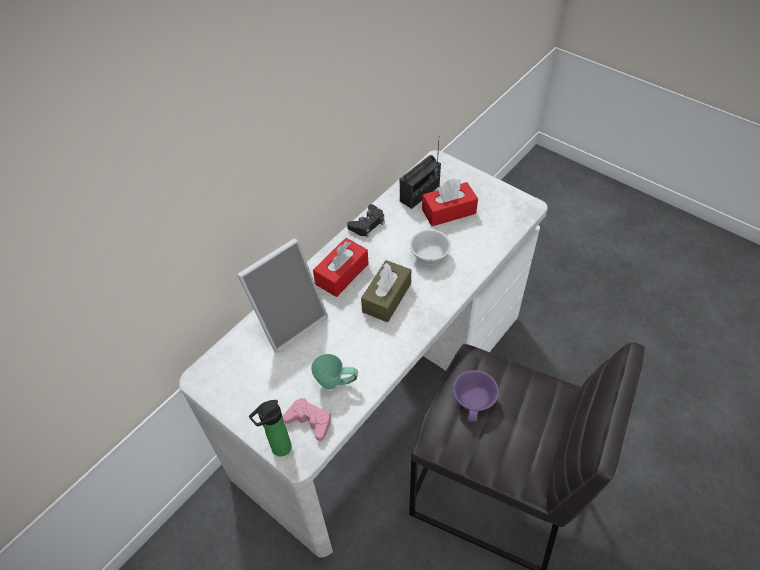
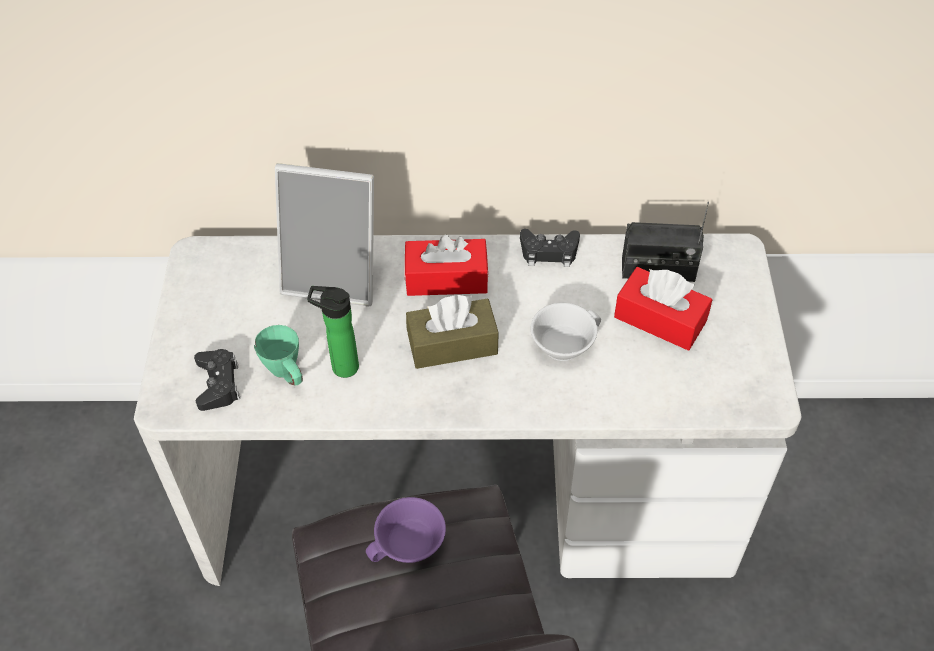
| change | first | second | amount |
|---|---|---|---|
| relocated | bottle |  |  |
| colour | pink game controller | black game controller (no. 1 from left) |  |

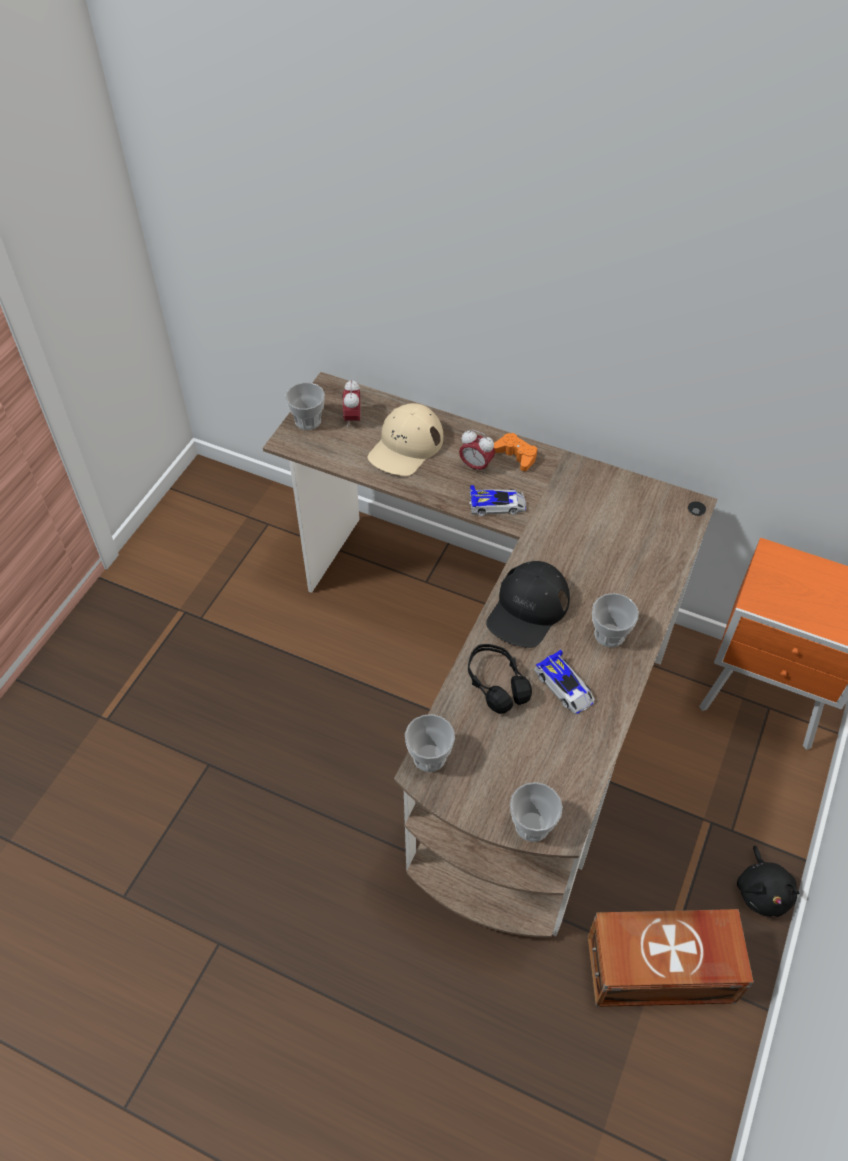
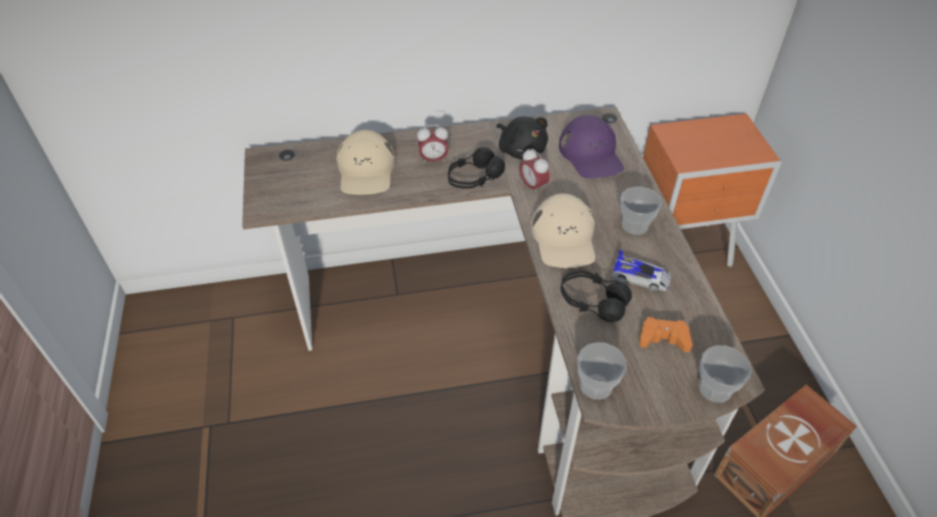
| change | first | second | amount |
|---|---|---|---|
| missing | cup (no. 1 from left) |  |  |
| appeared |  | purple cap |  |
| relocated | alarm clock (no. 1 from left in the first image) | alarm clock (no. 2 from left) |  |
| relocated | orange game controller |  |  |
| relocated | black plush toy |  |  |
| exchanged | toy car (no. 1 from left) | black headphones (no. 1 from left) |  |
| colour | black cap | beige cap (no. 2 from left) |  |

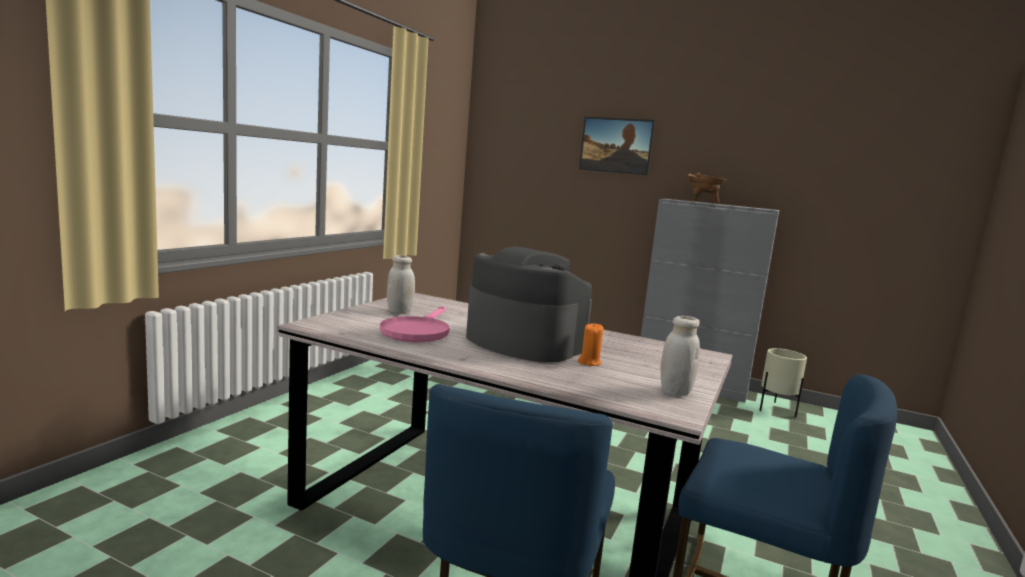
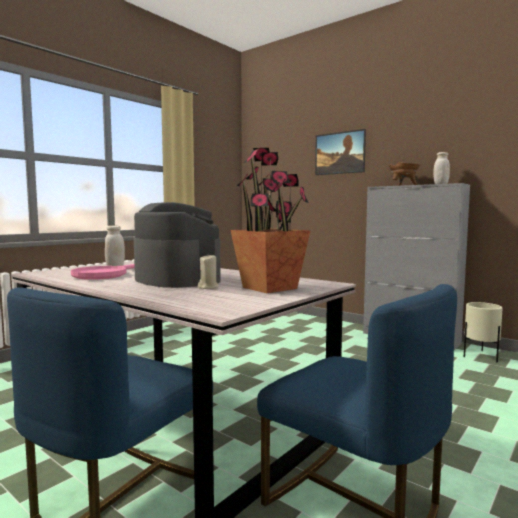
| change | first | second | amount |
|---|---|---|---|
| appeared |  | potted plant |  |
| relocated | white jar (no. 2 from left) |  |  |
| colour | orange candle | beige candle |  |

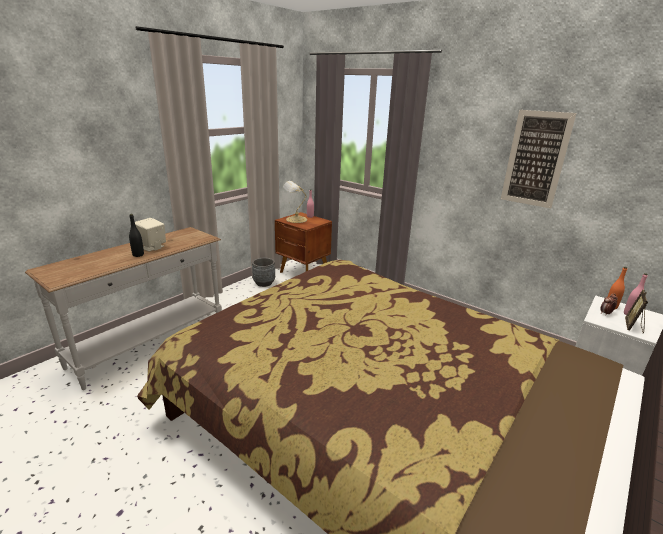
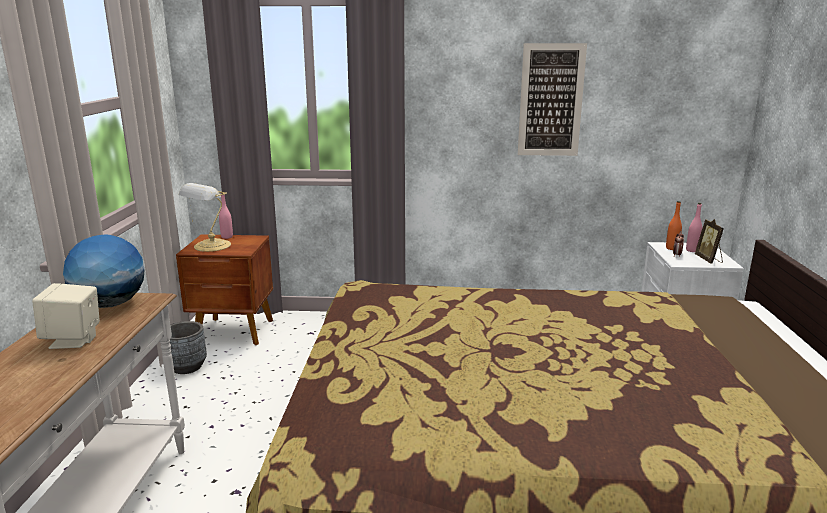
| change | first | second | amount |
|---|---|---|---|
| missing | black bottle |  |  |
| appeared |  | globe |  |

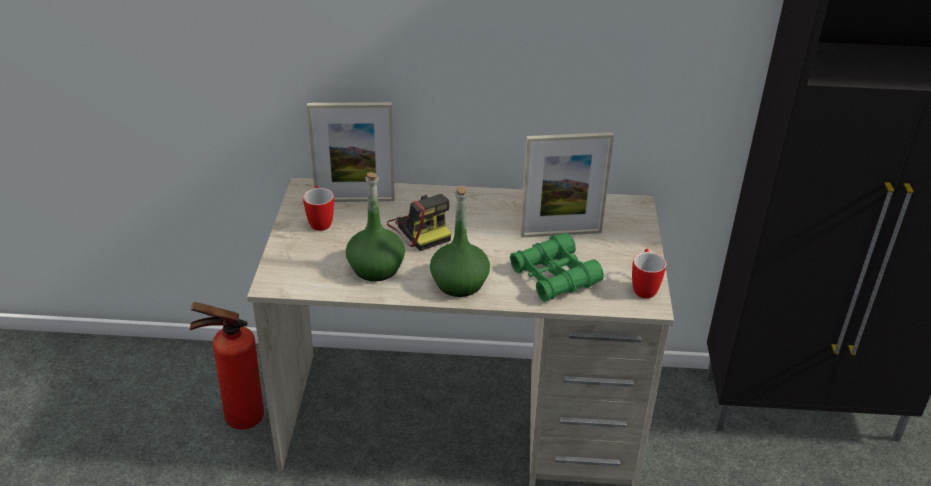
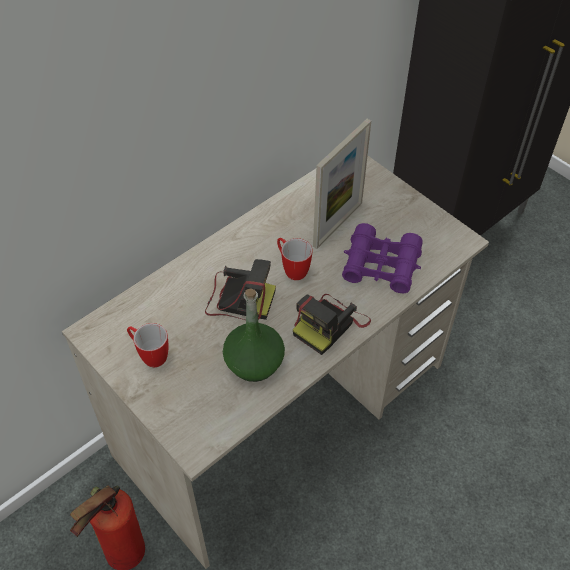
| change | first | second | amount |
|---|---|---|---|
| missing | picture frame (no. 1 from left) |  |  |
| relocated | mug (no. 2 from left) |  |  |
| exchanged | green bottle (no. 2 from left) | photo camera (no. 2 from left) |  |
| colour | green binoculars | purple binoculars |  |

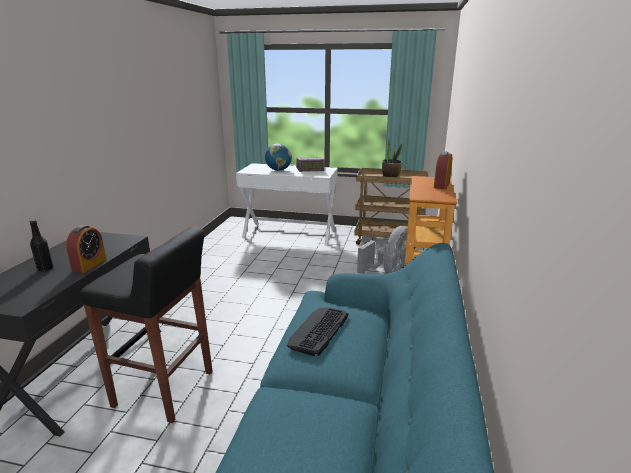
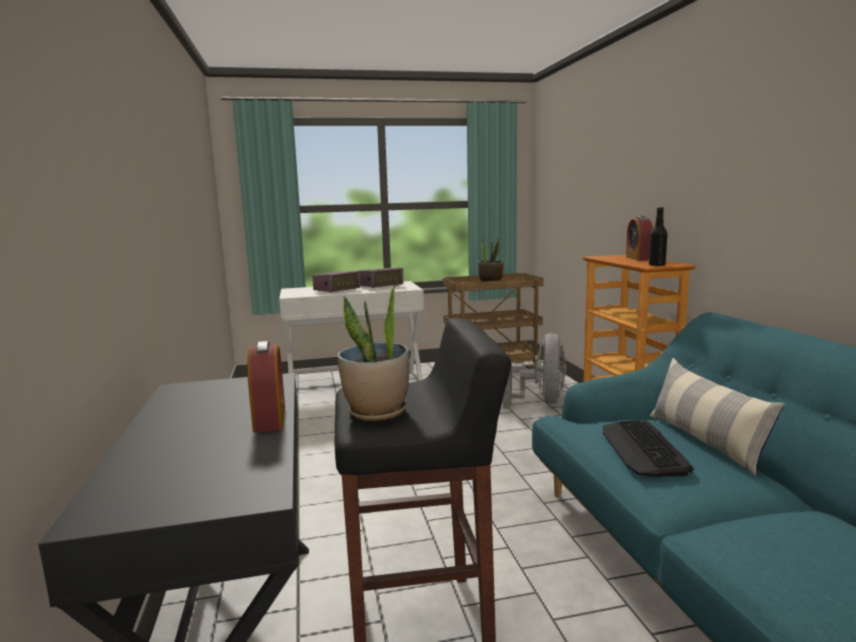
| change | first | second | amount |
|---|---|---|---|
| appeared |  | potted plant (no. 1 from left) |  |
| appeared |  | pillow |  |
| relocated | black bottle |  |  |
| exchanged | globe | radio (no. 1 from left) |  |

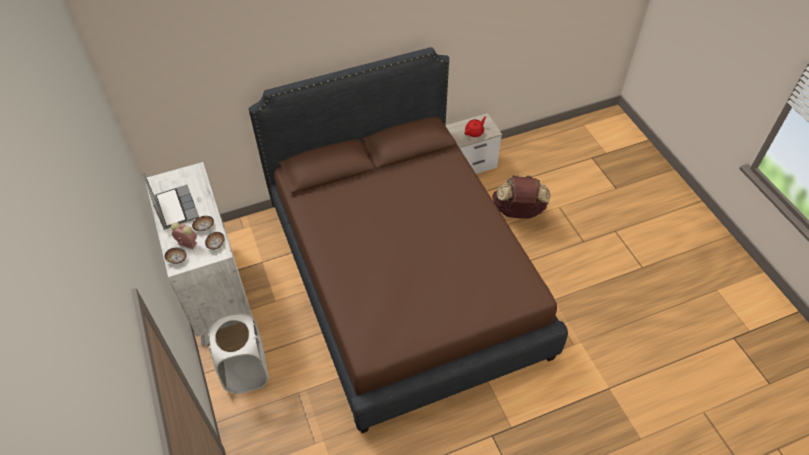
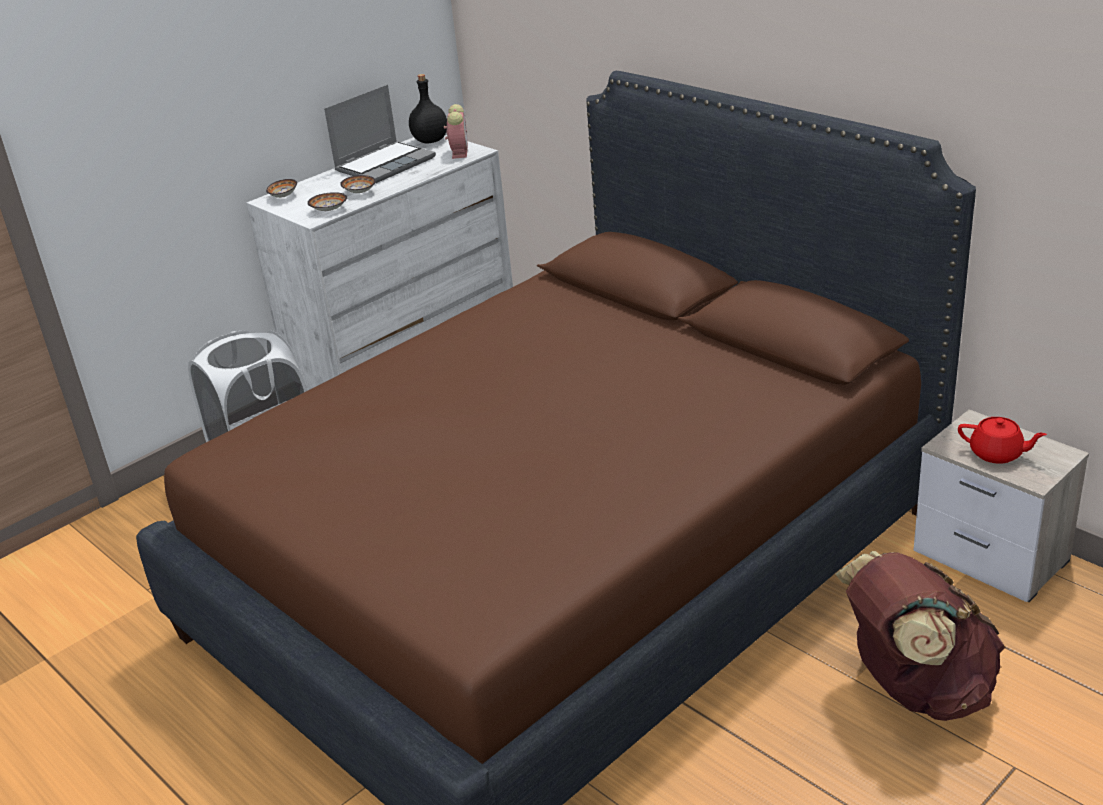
| change | first | second | amount |
|---|---|---|---|
| appeared |  | black bottle |  |
| relocated | alarm clock |  |  |

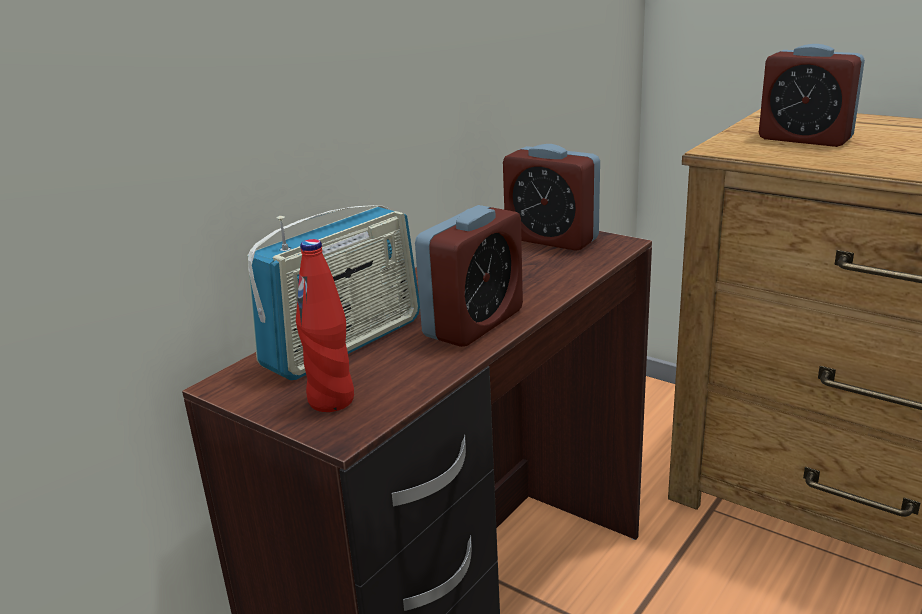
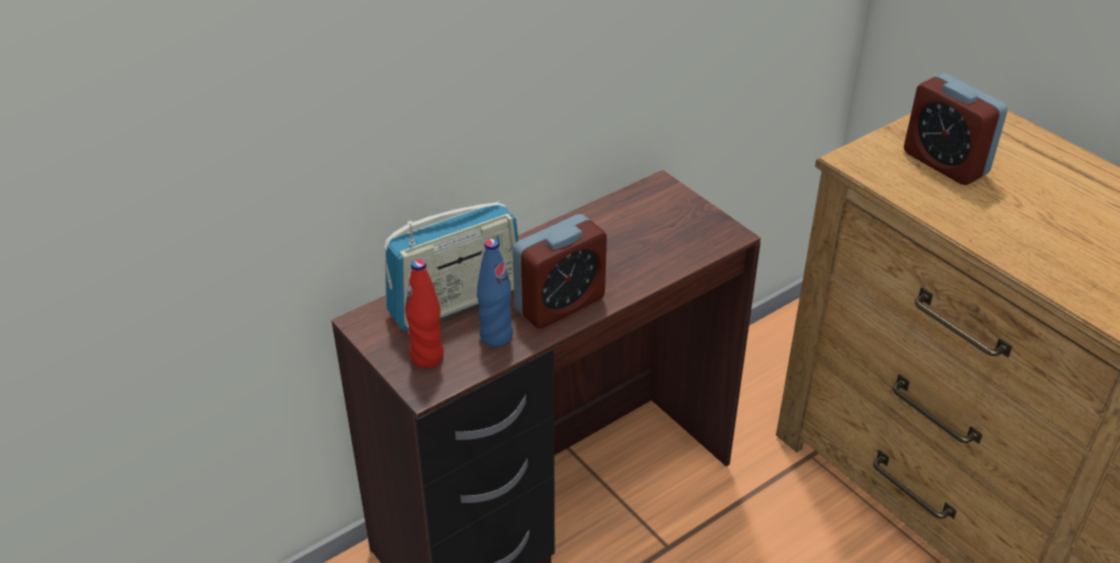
| change | first | second | amount |
|---|---|---|---|
| missing | alarm clock (no. 2 from left) |  |  |
| appeared |  | blue bottle |  |

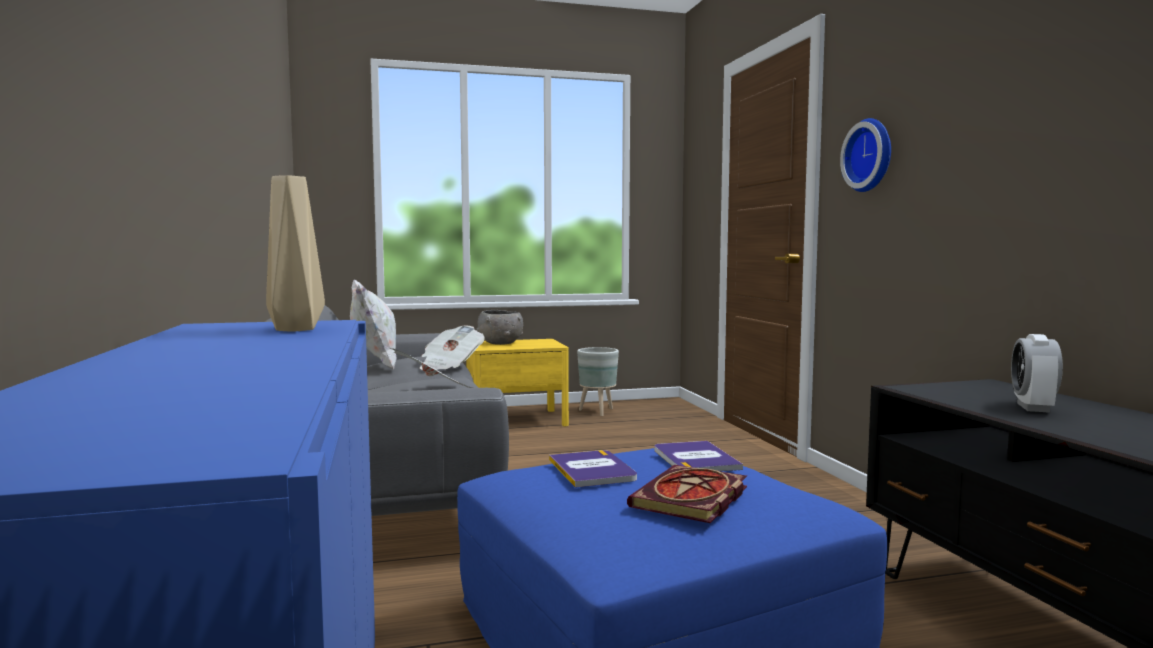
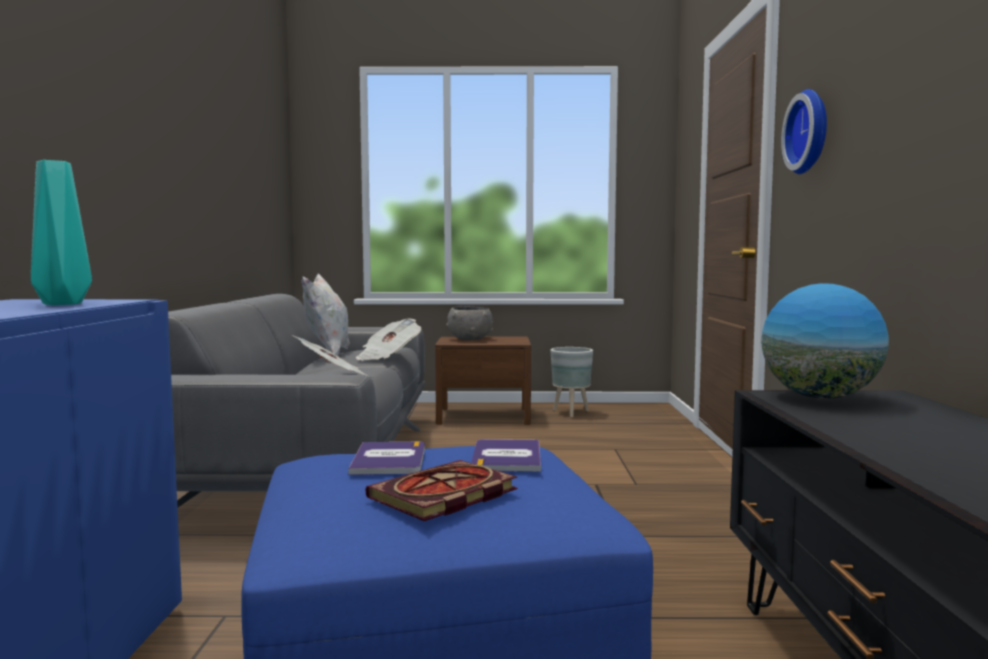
| change | first | second | amount |
|---|---|---|---|
| missing | alarm clock |  |  |
| appeared |  | globe |  |
| colour | beige vase | turquoise vase |  |
| colour | yellow nightstand | brown nightstand |  |

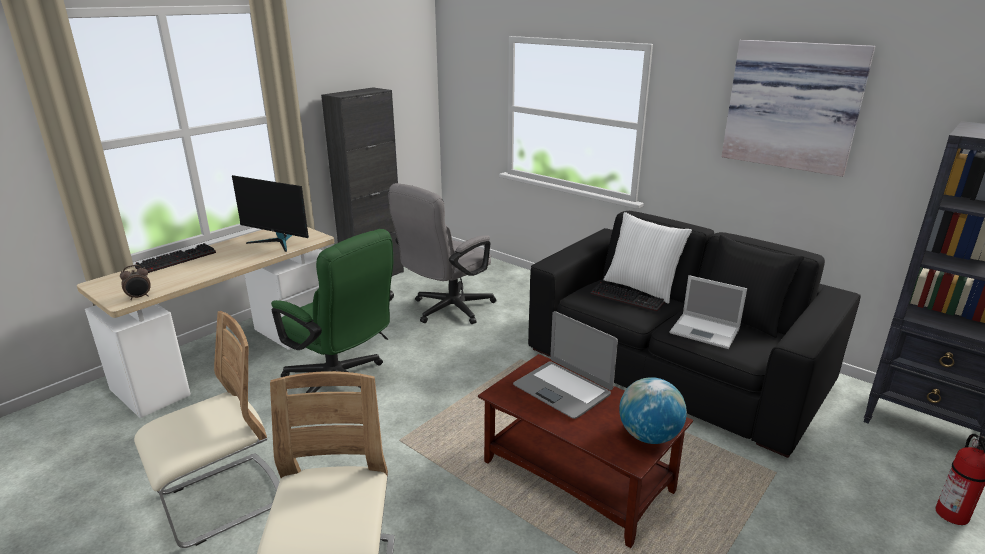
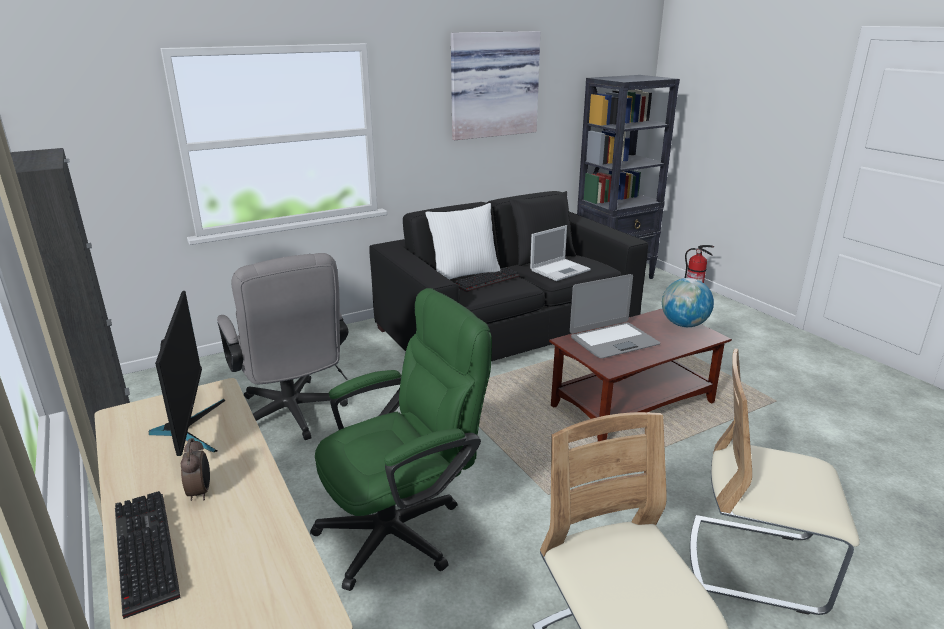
| change | first | second | amount |
|---|---|---|---|
| relocated | alarm clock |  |  |
| spun | monitor |  | 60 degrees counterclockwise |

